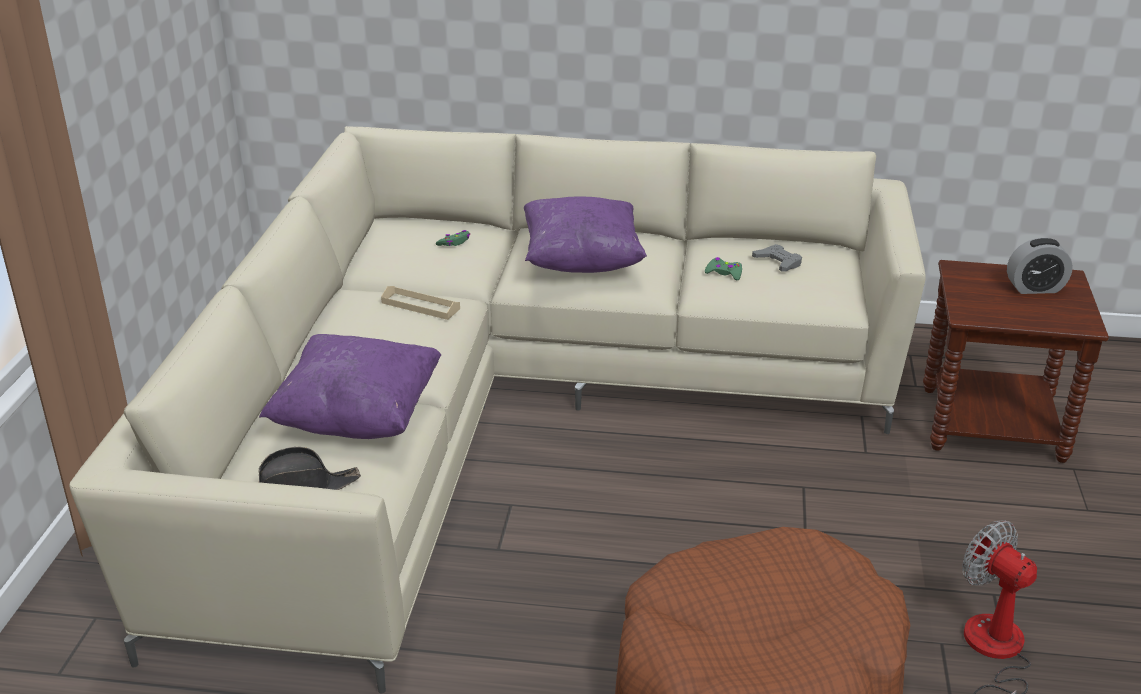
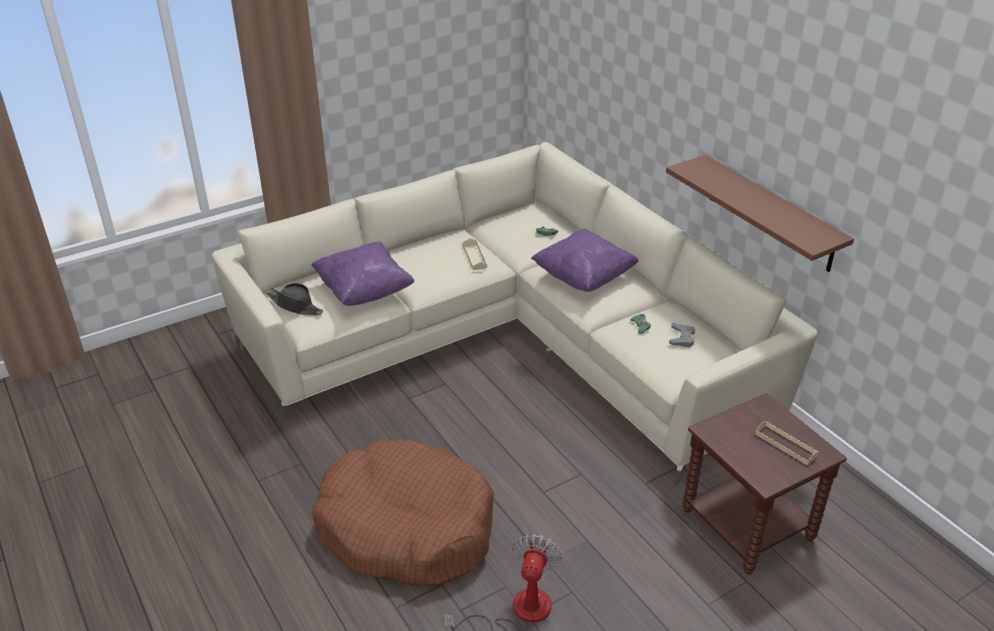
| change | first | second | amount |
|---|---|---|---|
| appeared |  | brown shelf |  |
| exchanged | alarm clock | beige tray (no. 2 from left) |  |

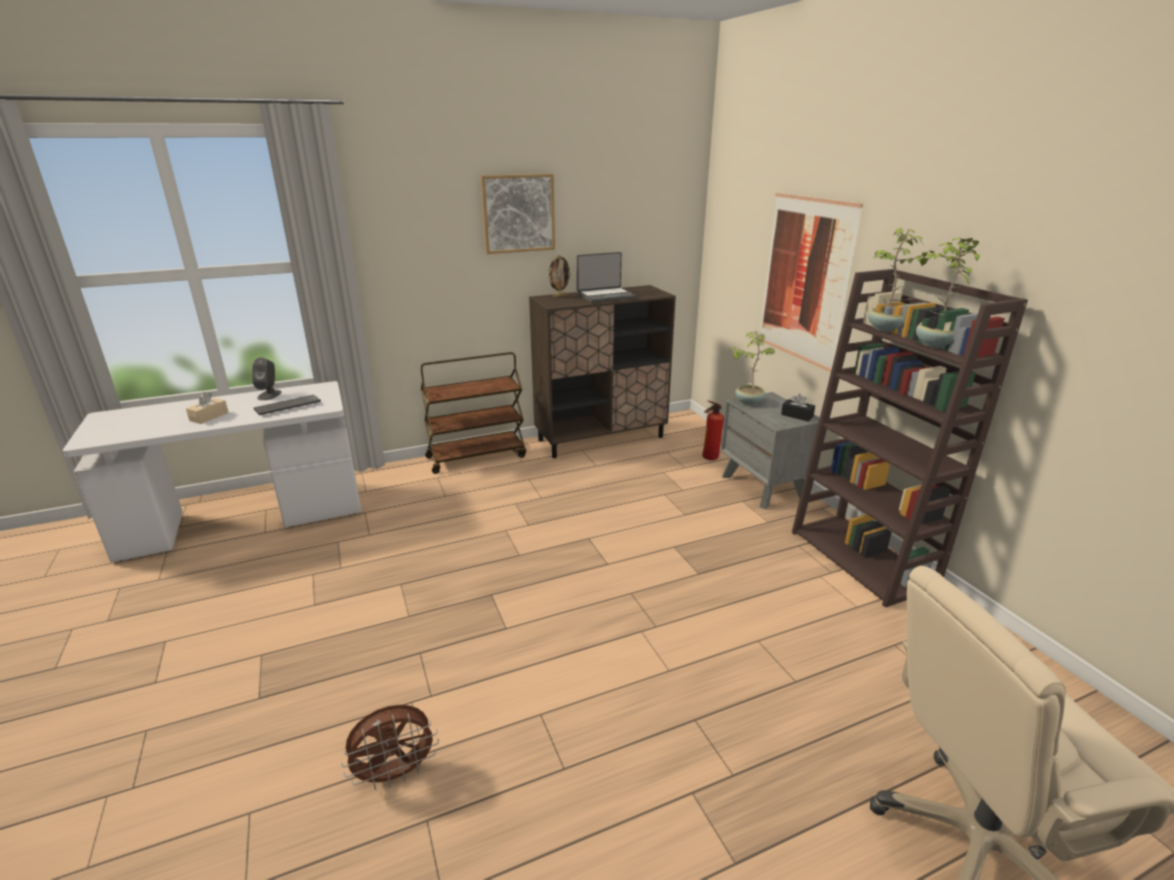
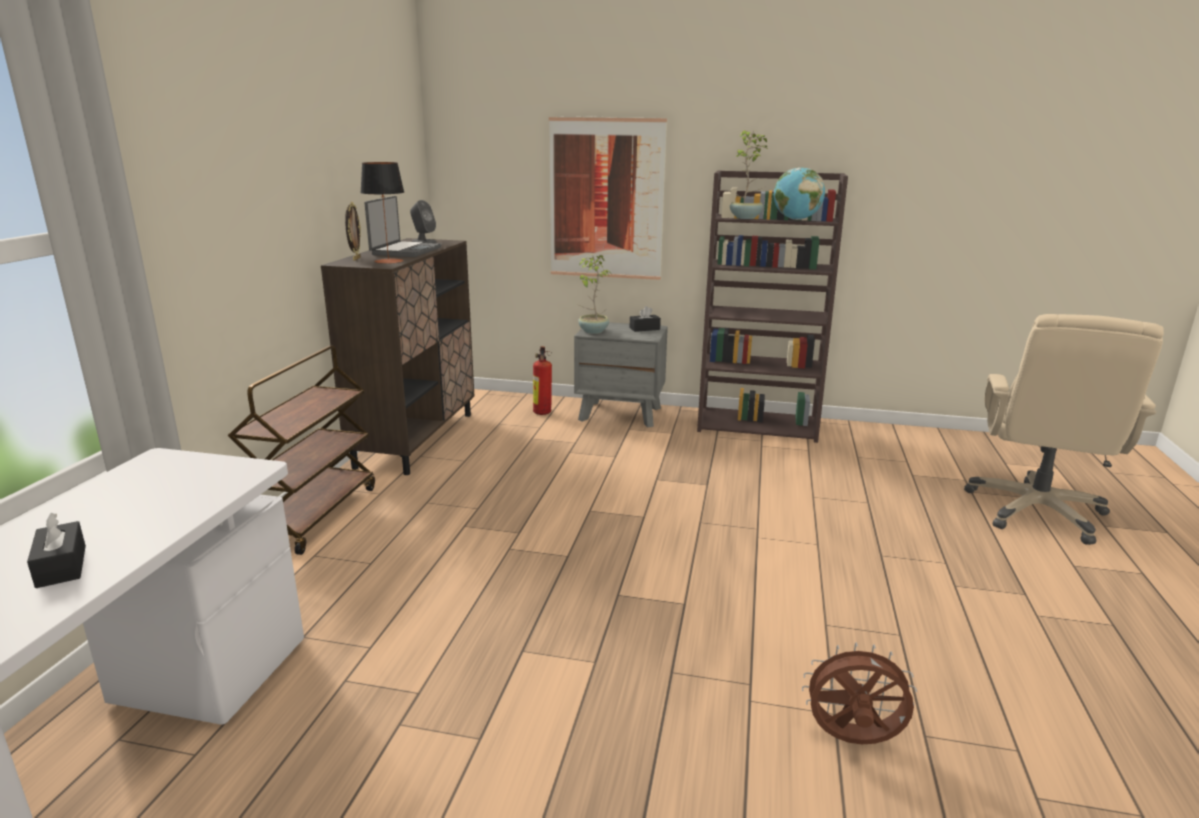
| change | first | second | amount |
|---|---|---|---|
| missing | keyboard |  |  |
| missing | picture (no. 1 from left) |  |  |
| appeared |  | table lamp |  |
| relocated | grey speaker |  |  |
| exchanged | potted plant (no. 3 from left) | globe |  |
| colour | beige tissue box | black tissue box (no. 1 from left) |  |
| spun | brown fan |  | 90 degrees counterclockwise |

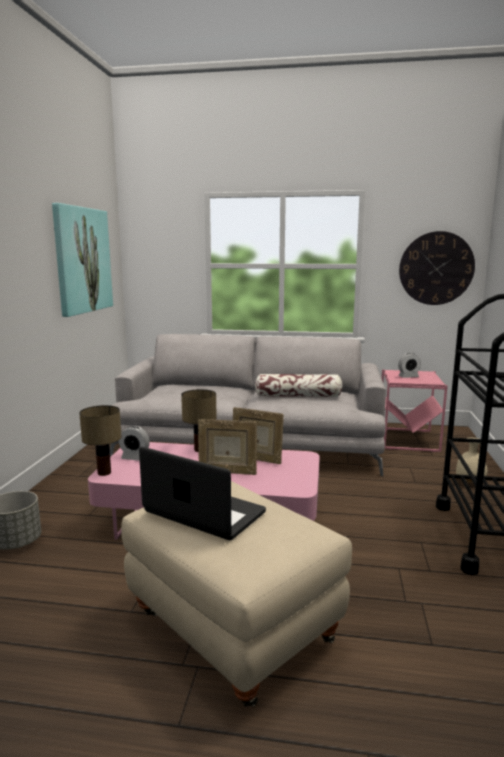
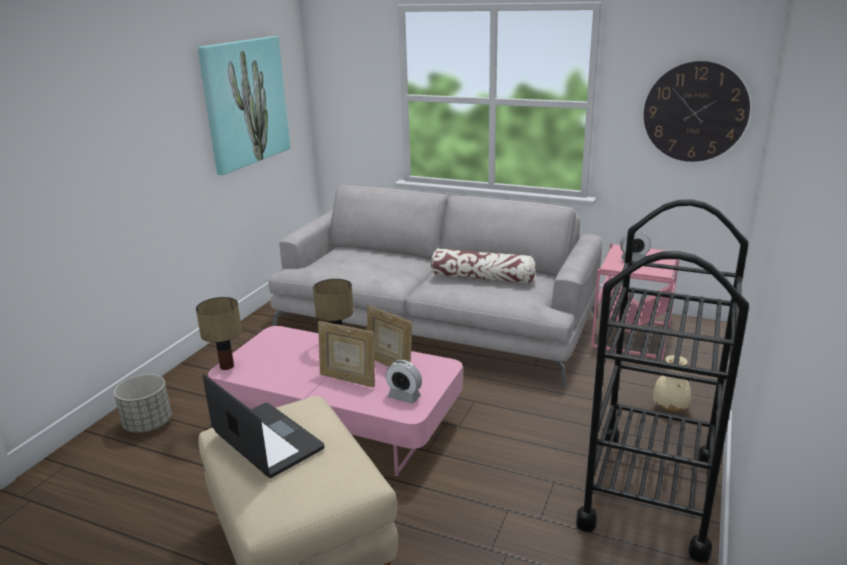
| change | first | second | amount |
|---|---|---|---|
| relocated | alarm clock (no. 1 from left) |  |  |

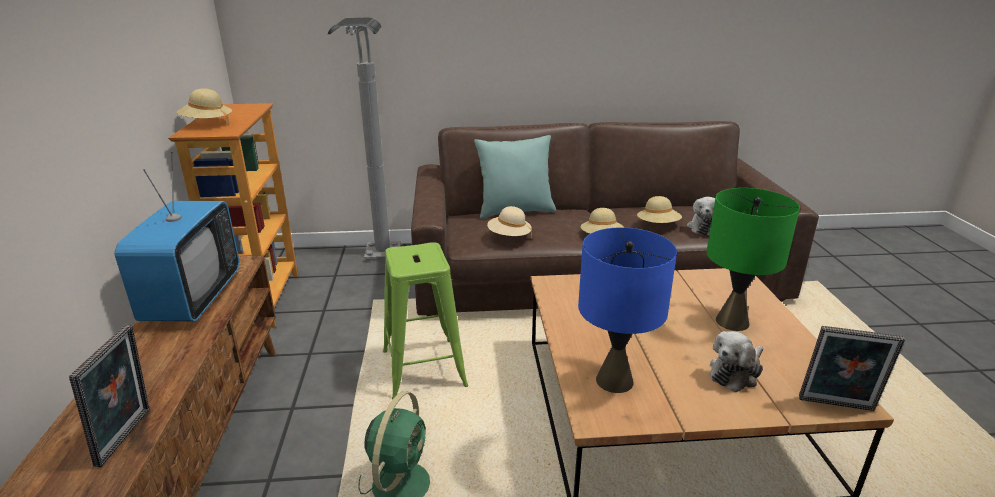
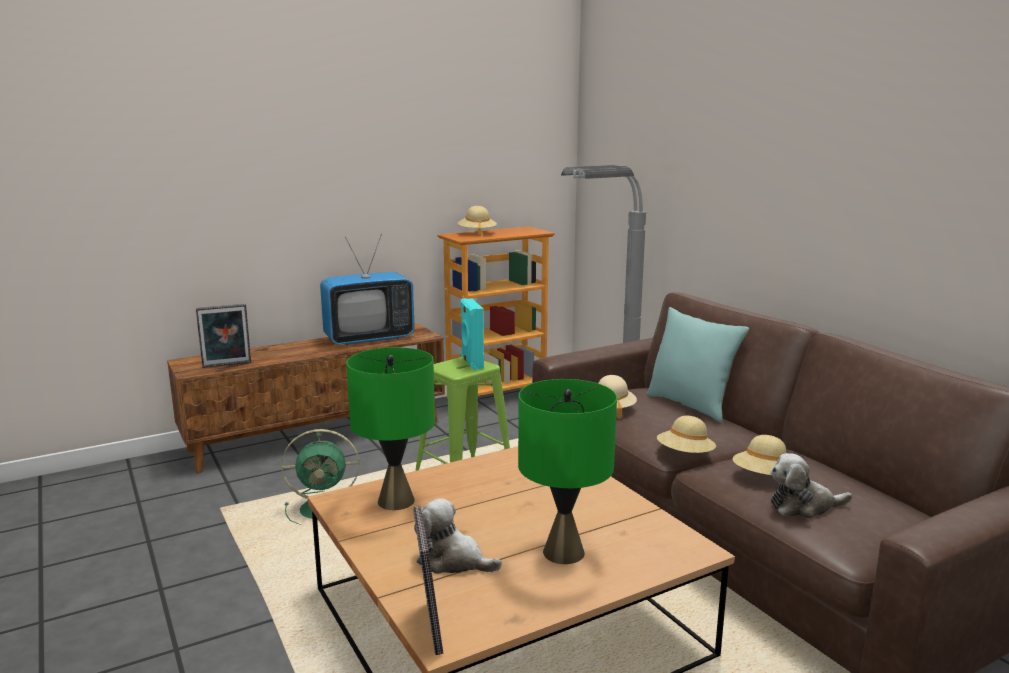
| change | first | second | amount |
|---|---|---|---|
| appeared |  | turquoise speaker |  |
| colour | blue table lamp | green table lamp (no. 1 from left) |  |

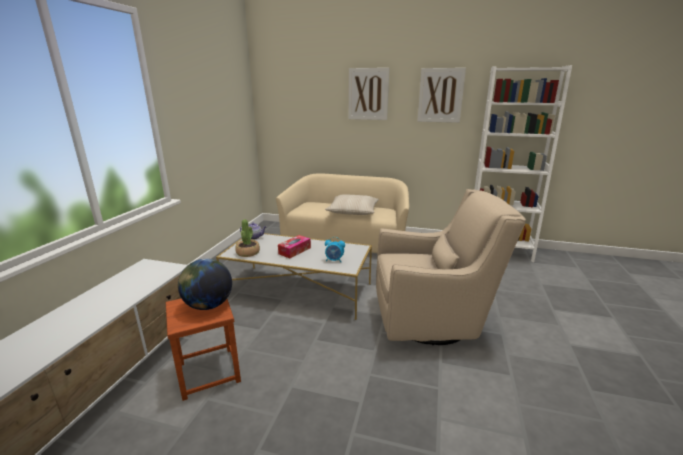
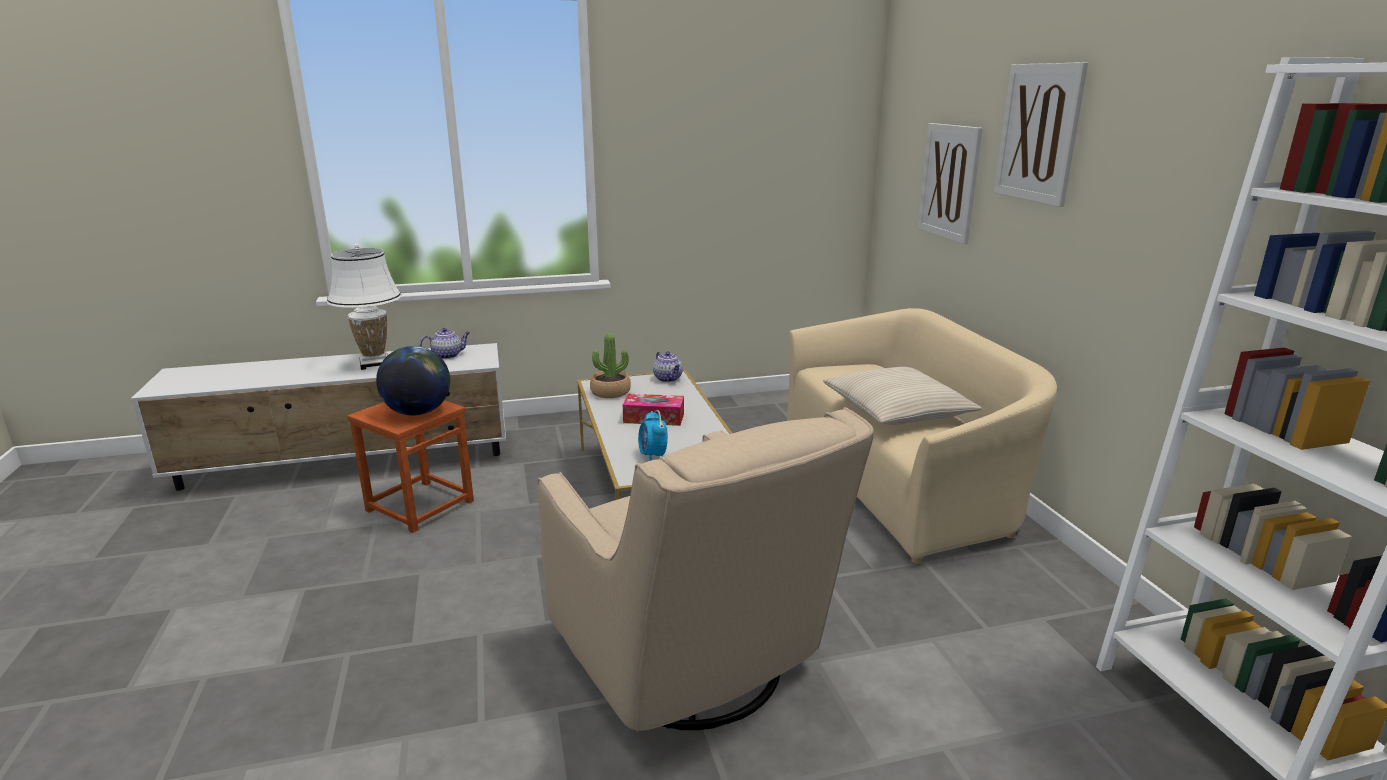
| change | first | second | amount |
|---|---|---|---|
| appeared |  | white table lamp |  |
| appeared |  | teapot (no. 1 from left) |  |
| relocated | picture (no. 2 from left in the first image) | picture (no. 1 from left) |  |

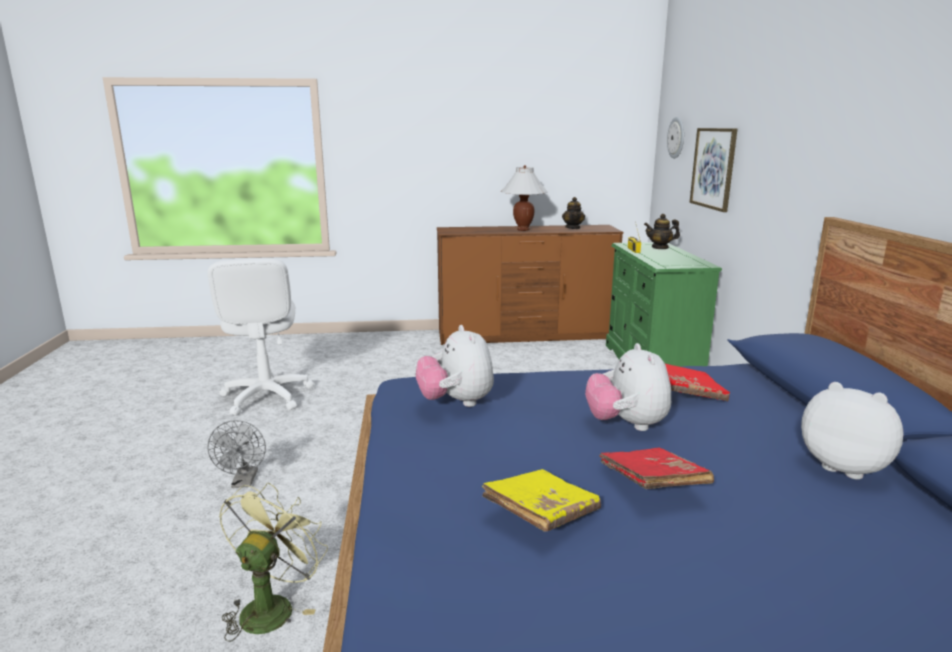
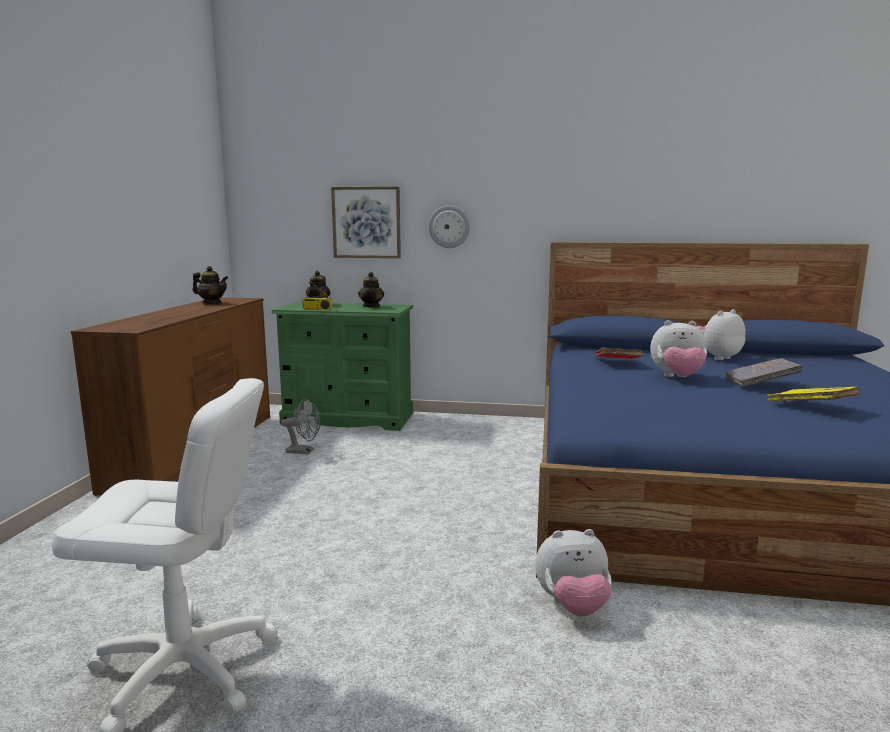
| change | first | second | amount |
|---|---|---|---|
| missing | green fan |  |  |
| missing | white table lamp |  |  |
| appeared |  | teapot (no. 3 from left) |  |
| relocated | grey fan |  |  |
| relocated | plush toy (no. 1 from left) |  |  |
| relocated | wall clock |  |  |
| colour | red book (no. 1 from left) | grey book |  |

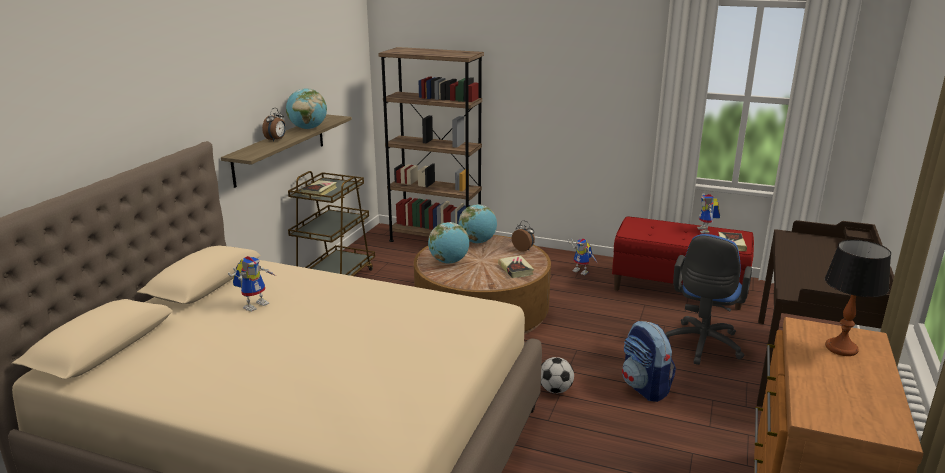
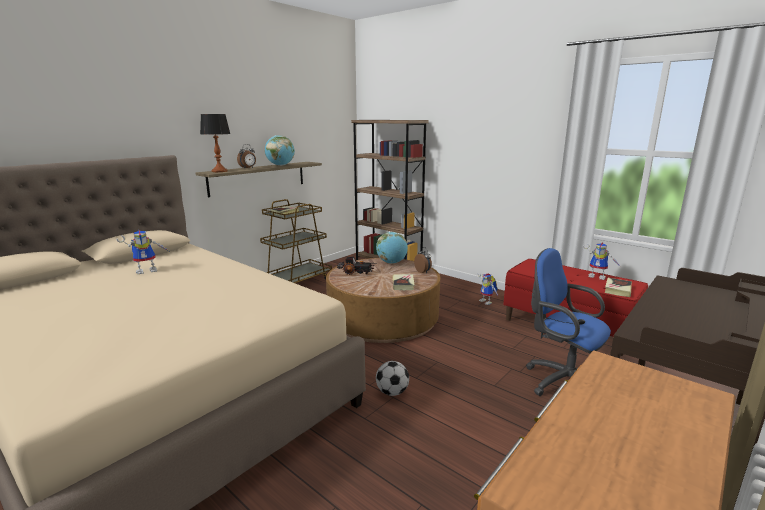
| change | first | second | amount |
|---|---|---|---|
| missing | backpack |  |  |
| relocated | table lamp |  |  |
| exchanged | globe (no. 2 from left) | toy truck |  |
| spun | blue office chair |  | 90 degrees clockwise |
| spun | toy robot (no. 3 from left) |  | 75 degrees counterclockwise |

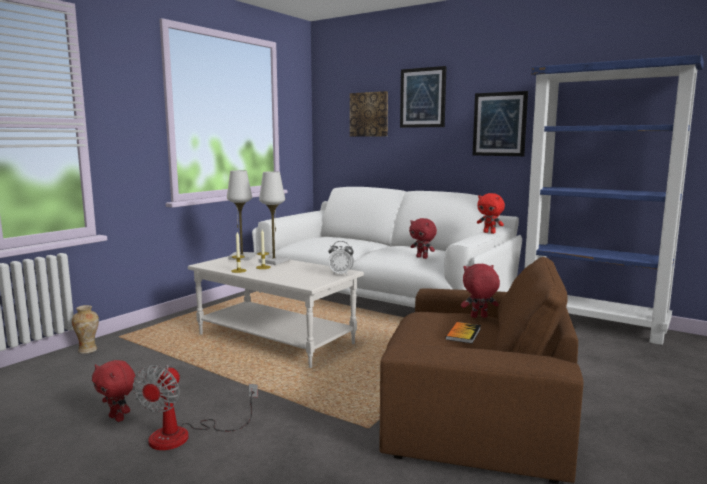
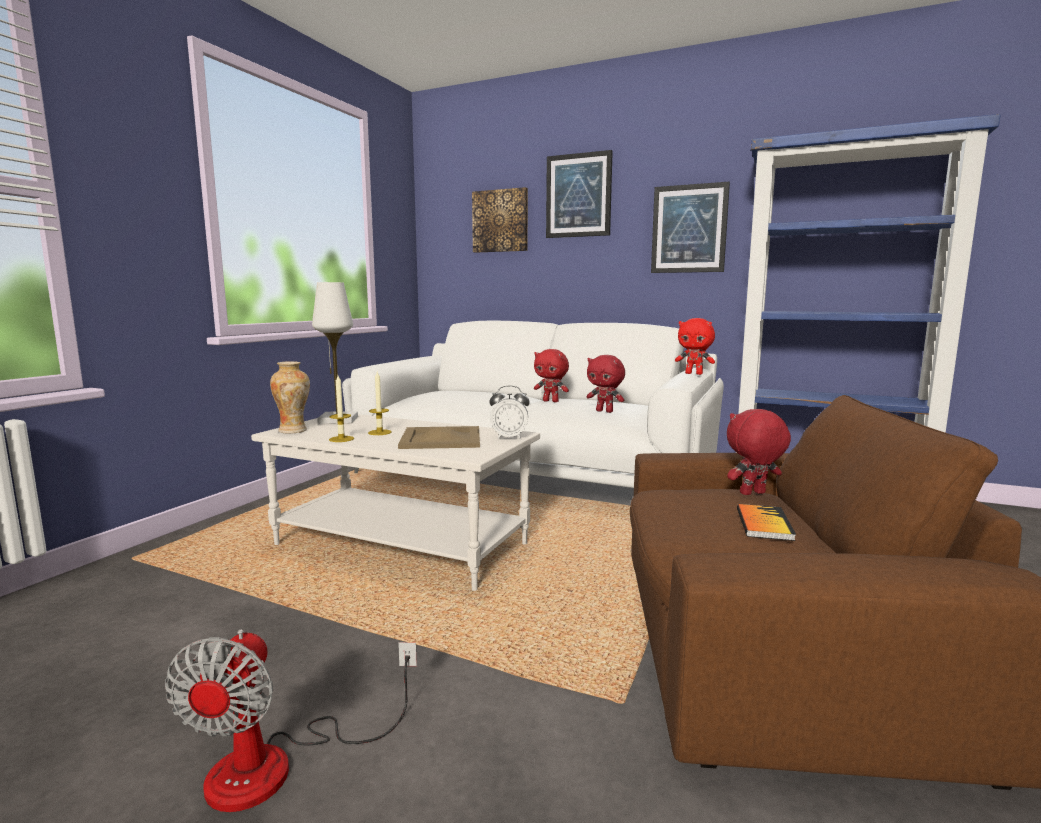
| change | first | second | amount |
|---|---|---|---|
| missing | white table lamp (no. 2 from left) |  |  |
| appeared |  | beige tray |  |
| relocated | vase |  |  |
| relocated | red plush toy (no. 1 from left) |  |  |

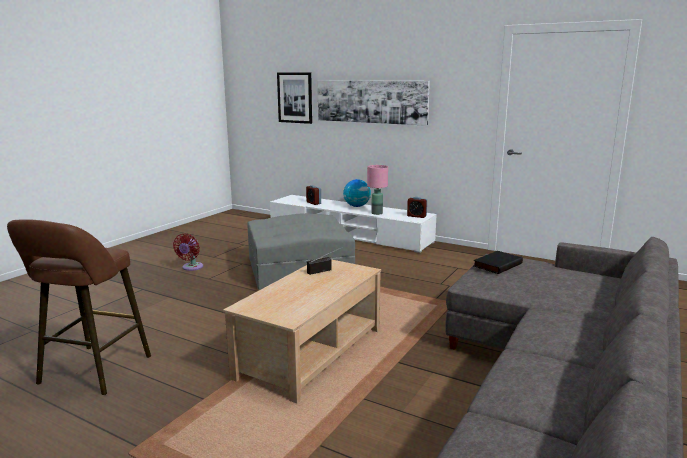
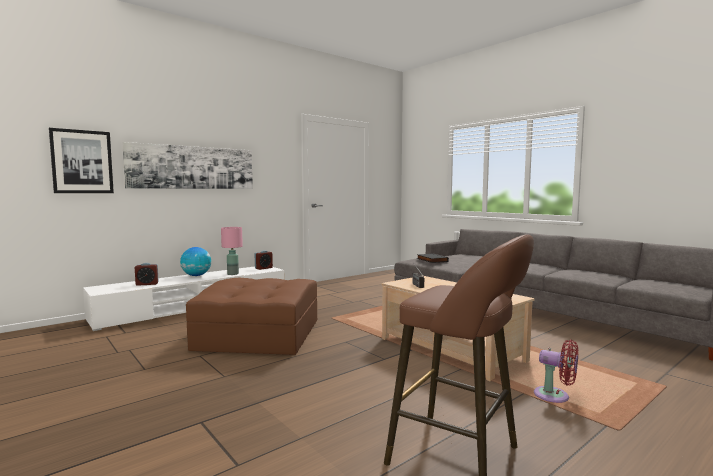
| change | first | second | amount |
|---|---|---|---|
| relocated | red fan |  |  |
| colour | grey ottoman | brown ottoman |  |

